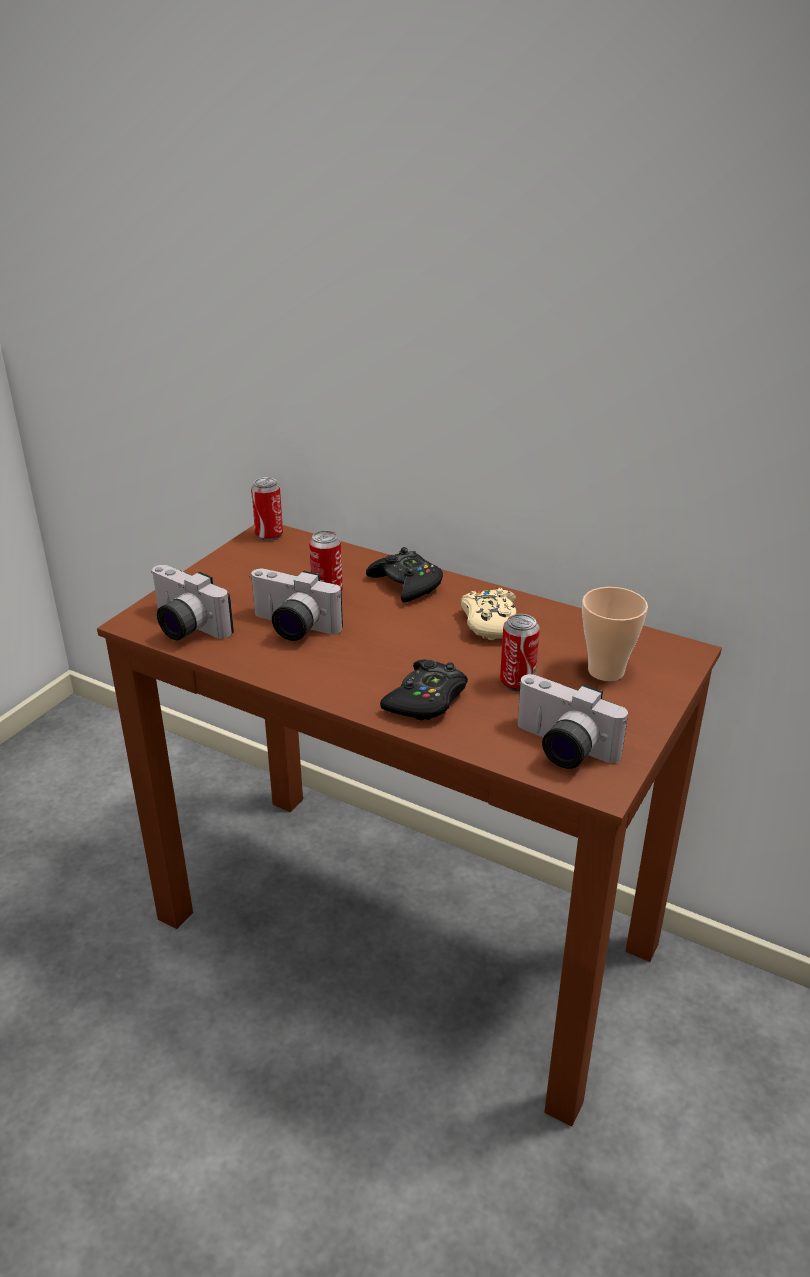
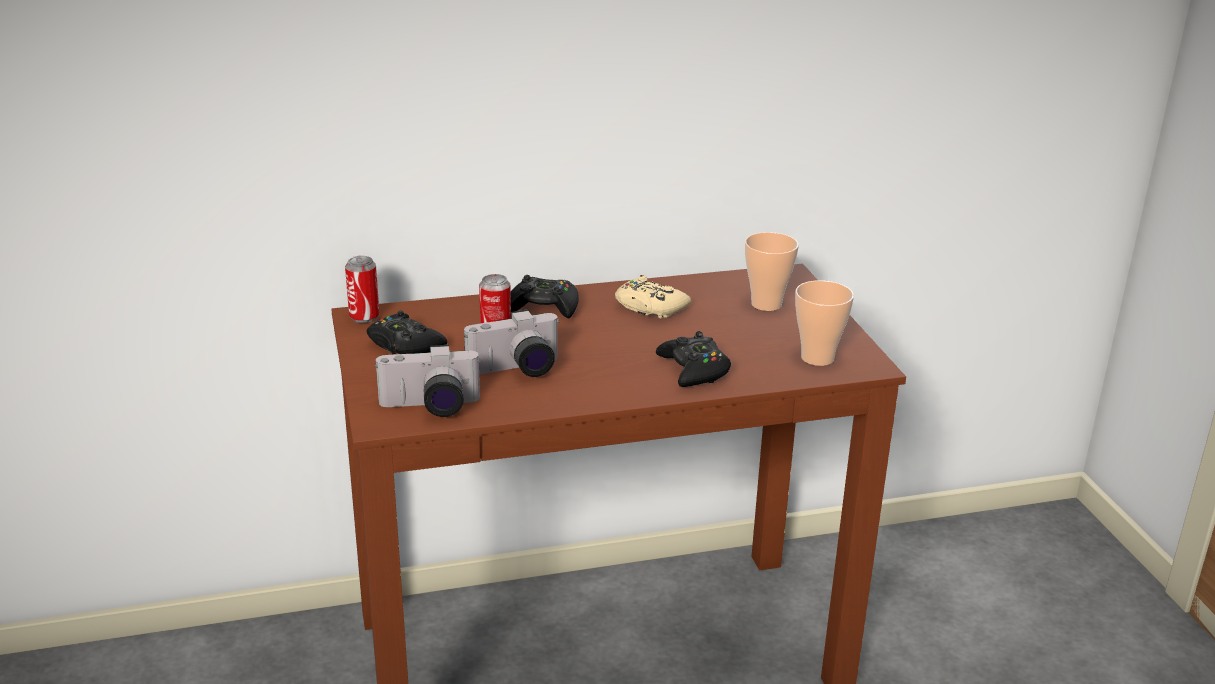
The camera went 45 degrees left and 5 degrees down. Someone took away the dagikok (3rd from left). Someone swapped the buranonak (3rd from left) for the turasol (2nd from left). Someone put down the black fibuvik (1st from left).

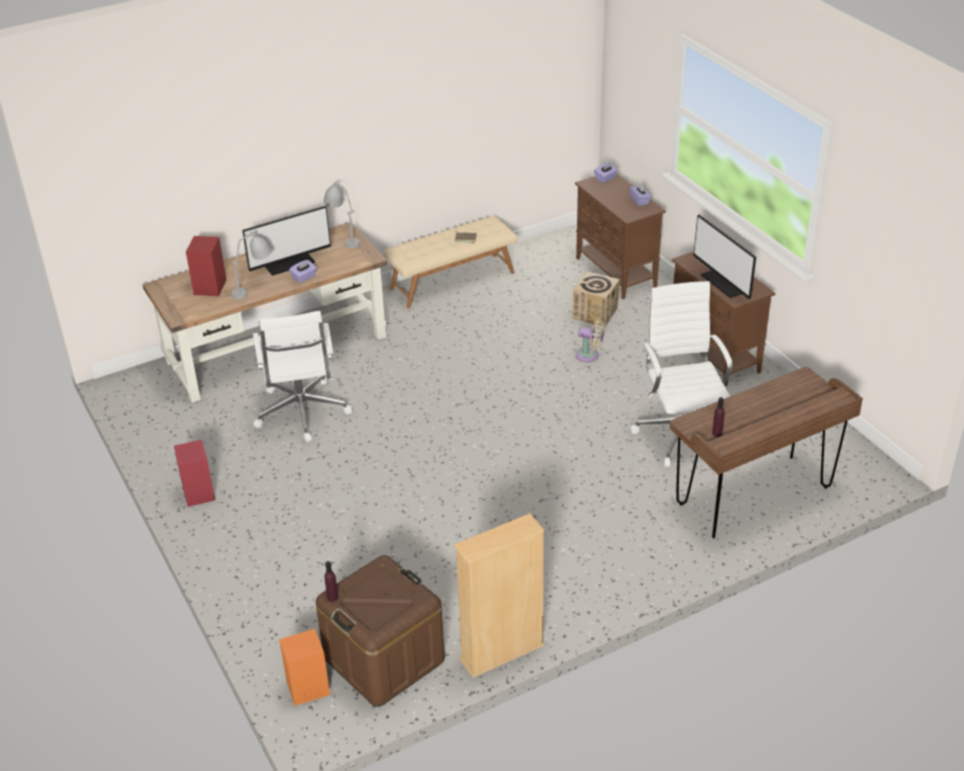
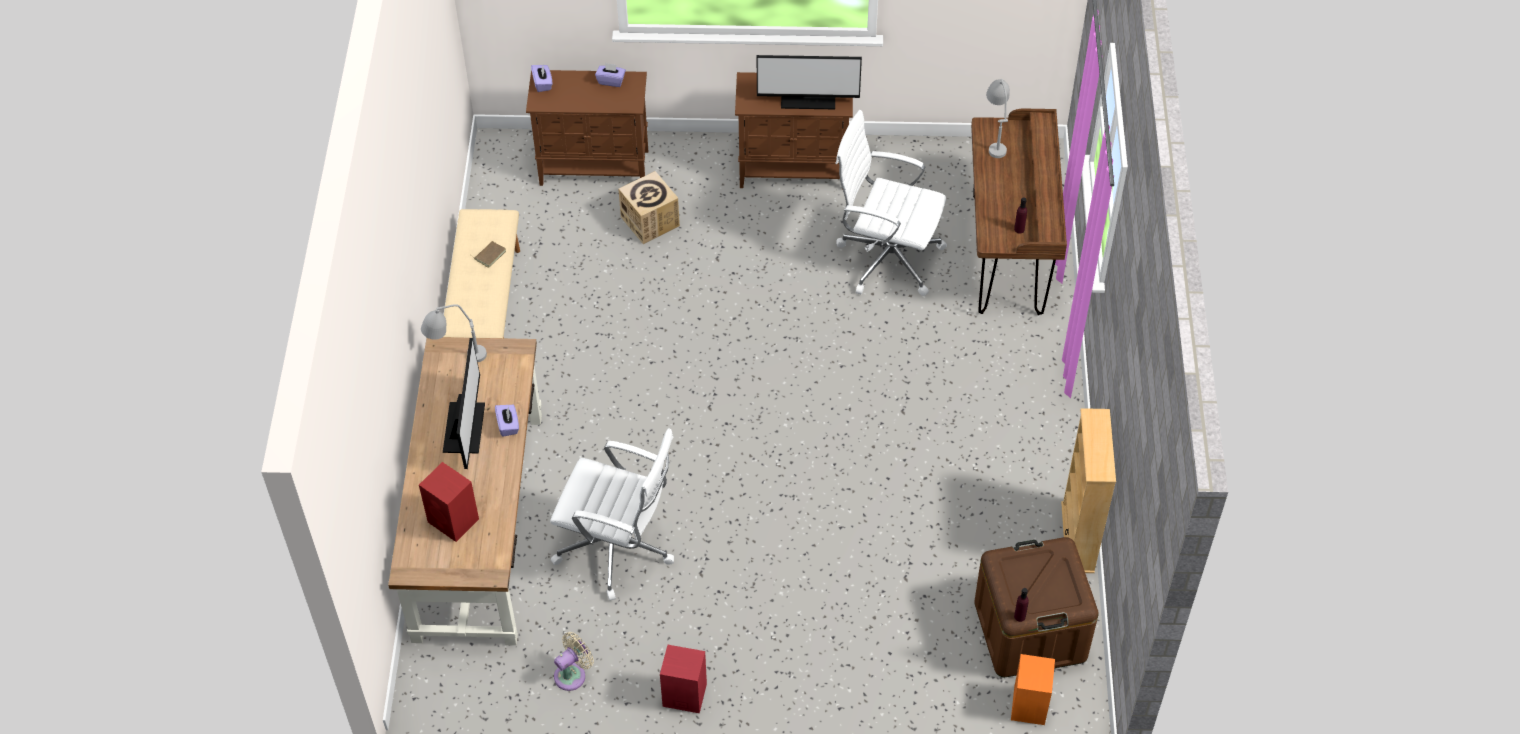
The camera went 60 degrees left and 15 degrees up. Someone carried the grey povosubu (1st from left in the first image). Someone carried the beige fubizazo.

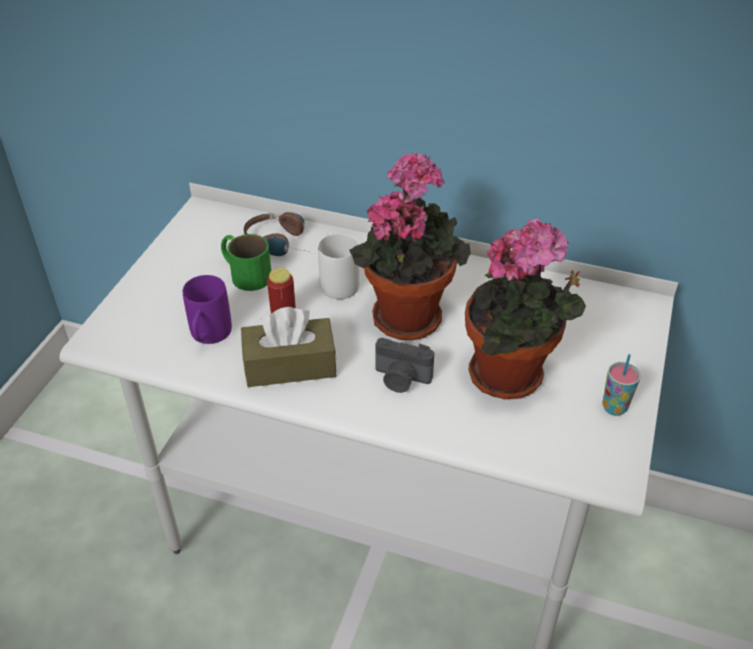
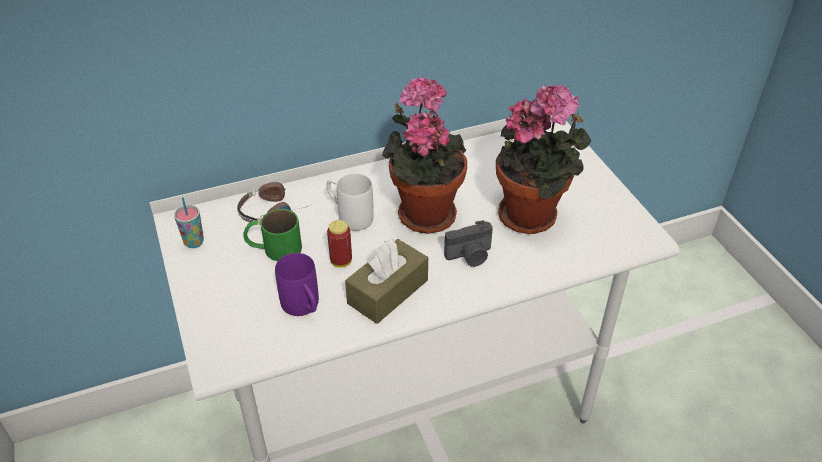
The camera went 40 degrees left and 0 degrees up. Someone carried the turasol.

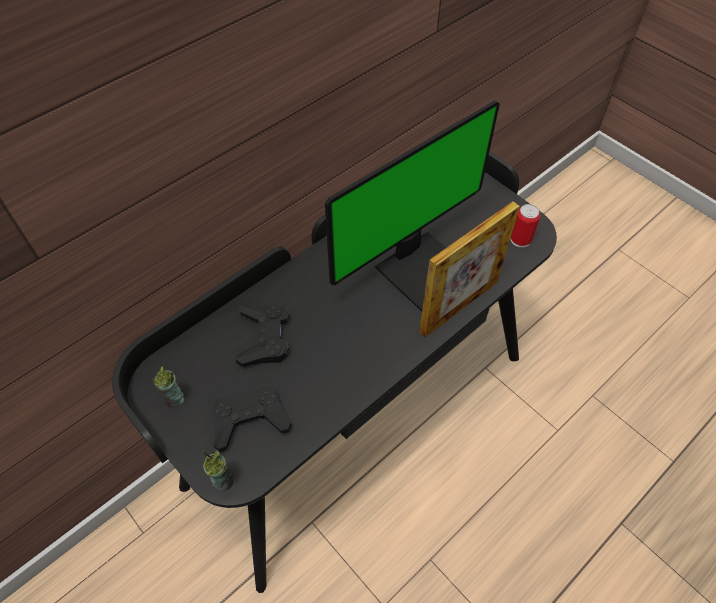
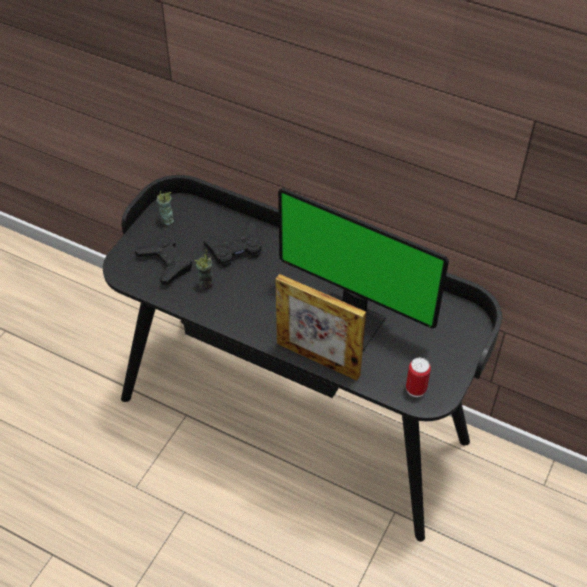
The camera went 70 degrees right and 5 degrees down. Someone carried the turasol (2nd from left).

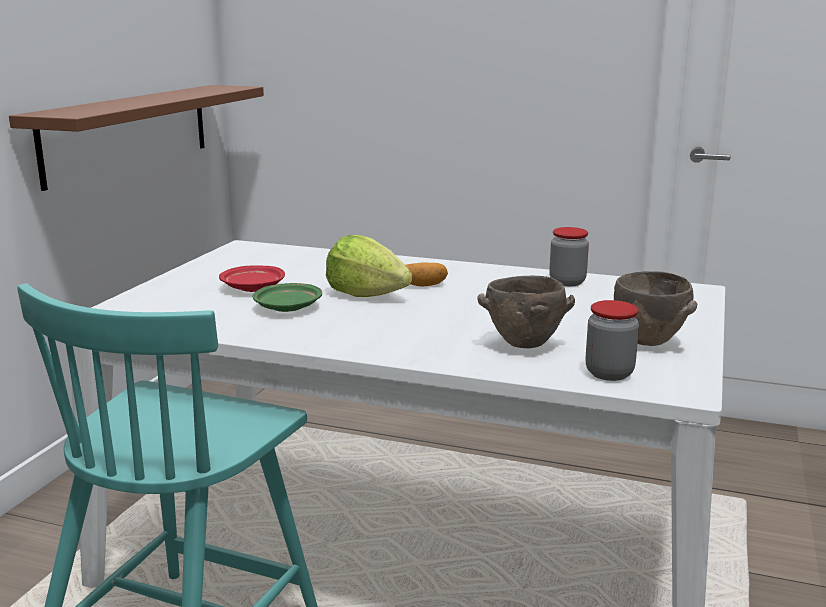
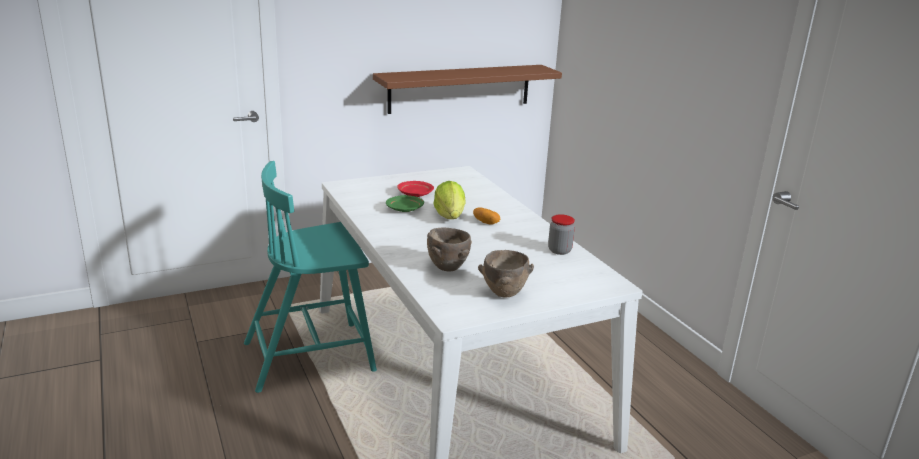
The camera went 45 degrees right and 5 degrees up. Someone took away the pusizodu (2nd from left).

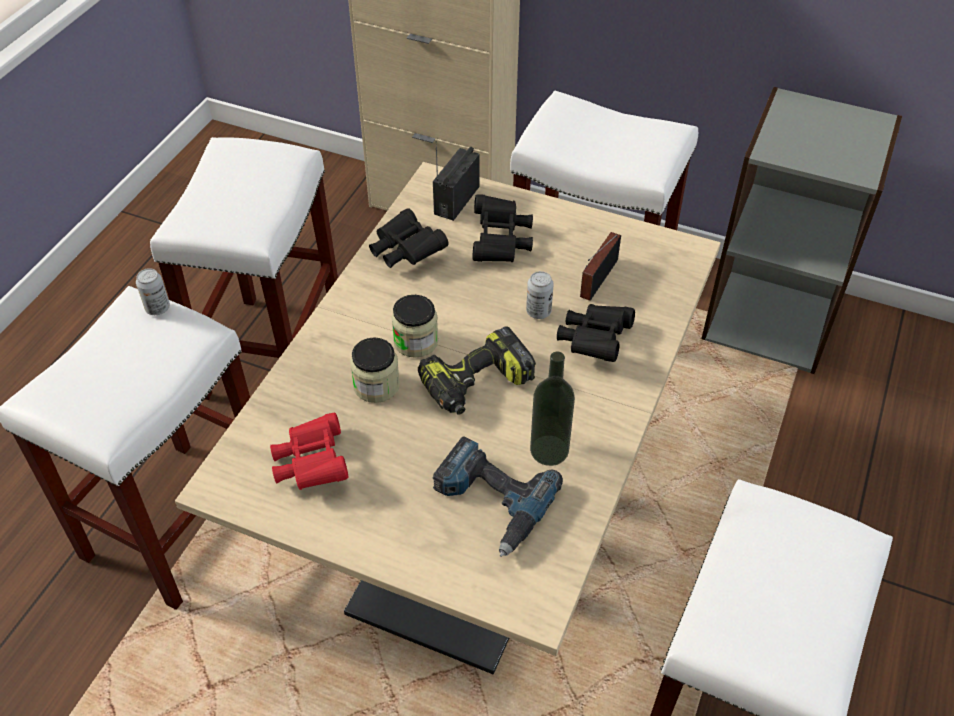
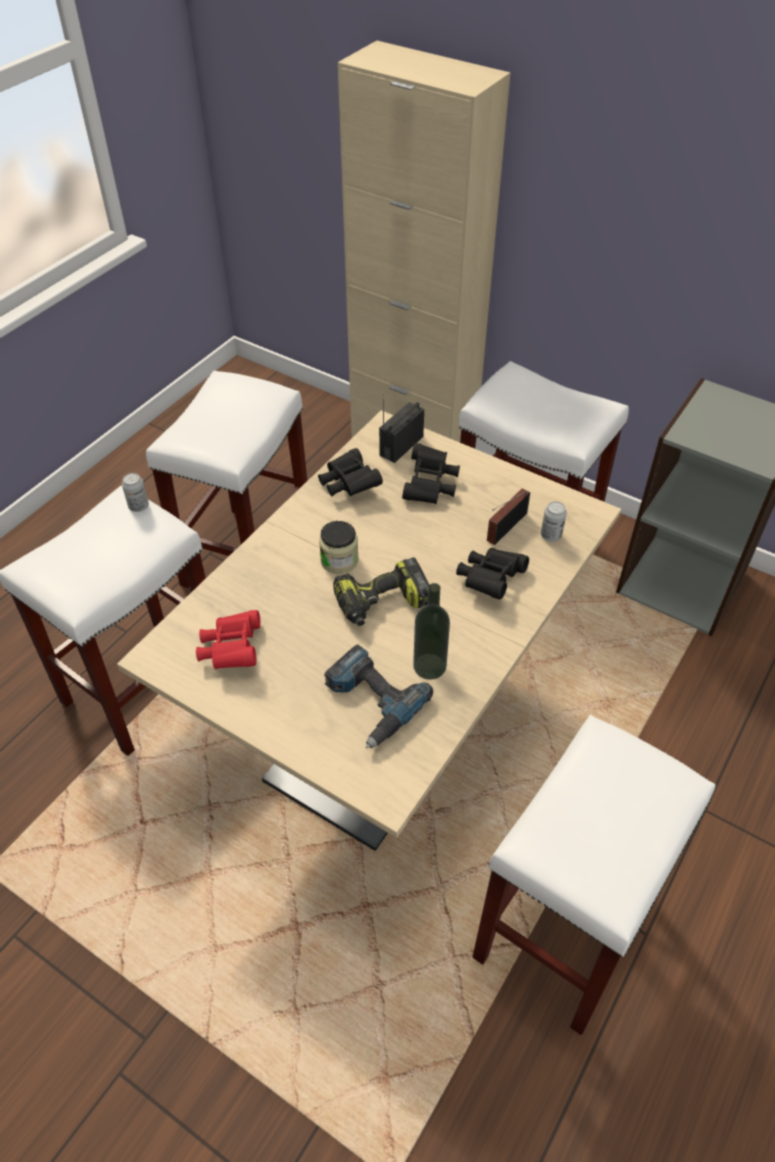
The camera went 10 degrees right and 0 degrees up. Someone carried the dagikok (2nd from left). Someone took away the pusizodu (1st from left).

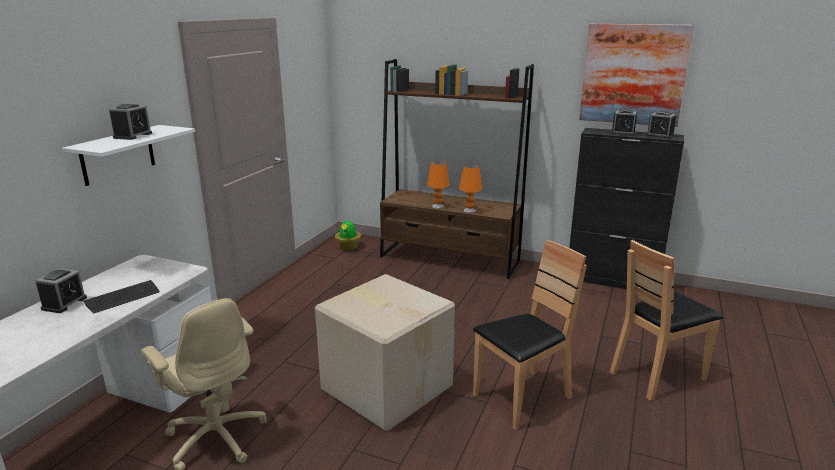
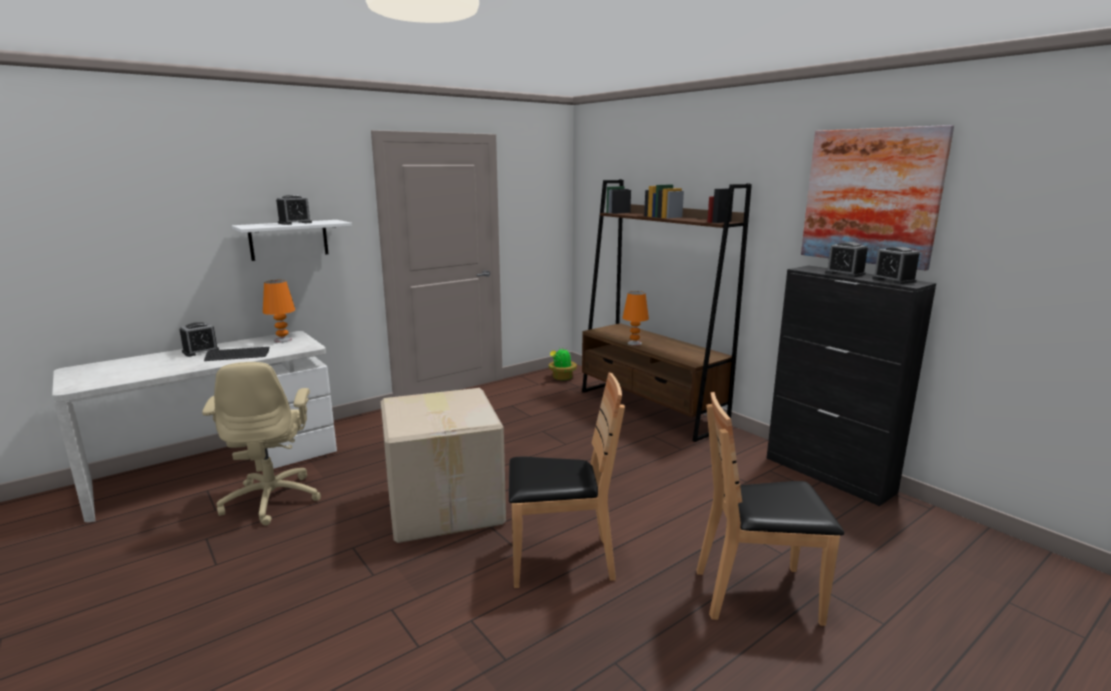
The camera went 30 degrees right and 5 degrees down. Someone carried the orange povosubu (2nd from left in the first image).

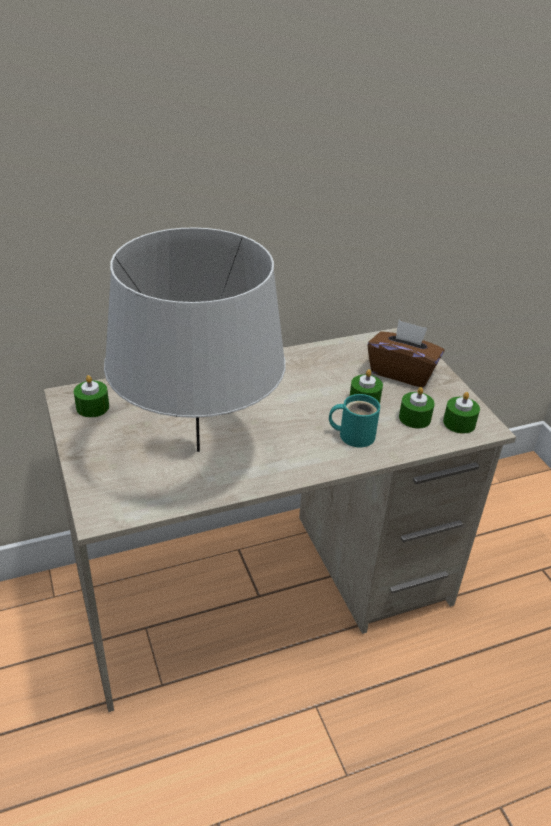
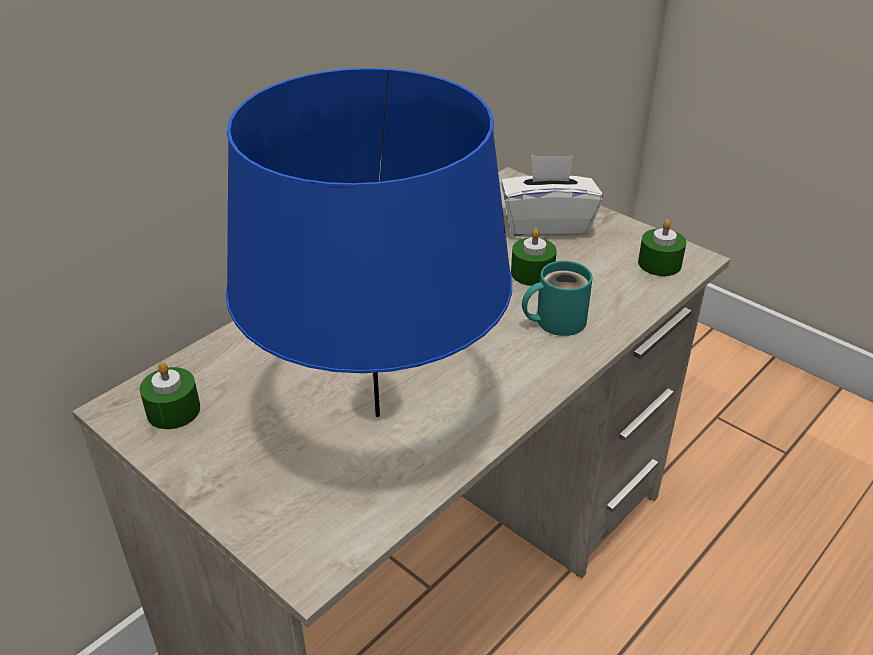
The camera went 25 degrees left and 0 degrees up. Someone repainted the grey povosubu, which became the blue povosubu. Someone repainted the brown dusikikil, which became the white dusikikil. Someone took away the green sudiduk (3rd from left).

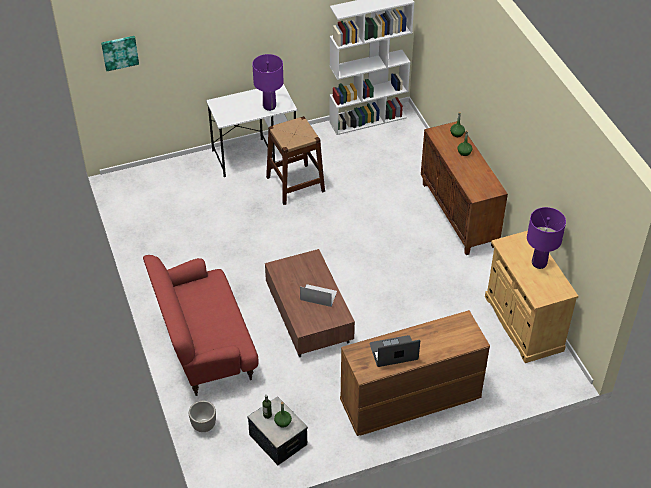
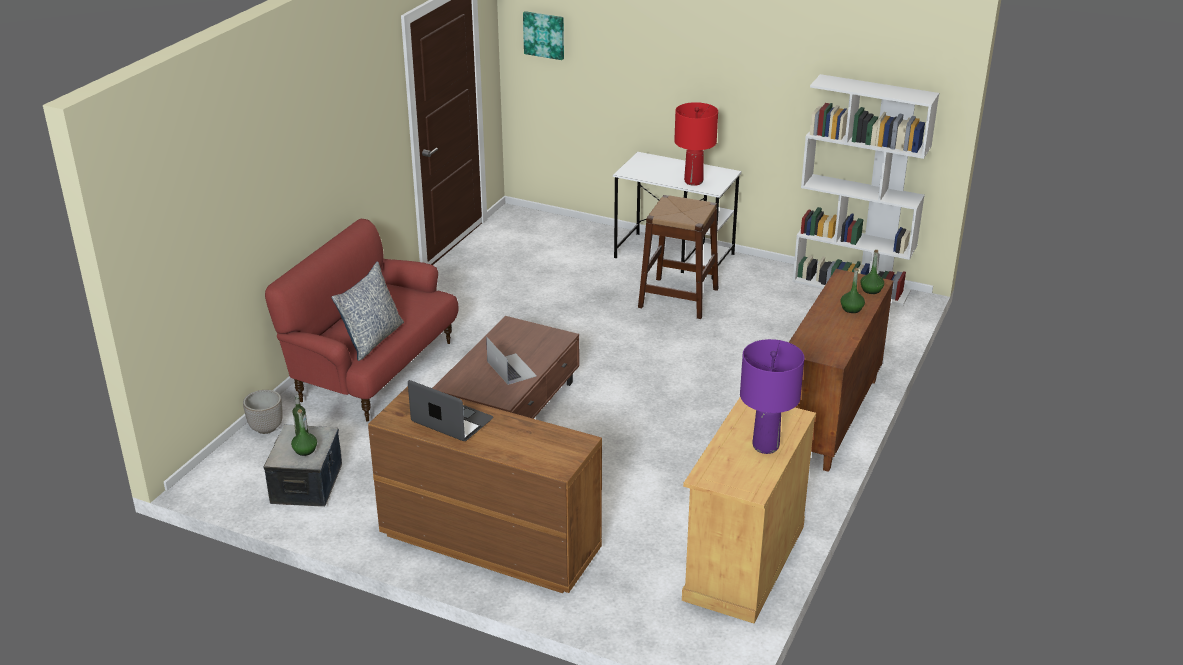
The camera went 45 degrees right and 15 degrees down. Someone repainted the purple povosubu (1st from left), which became the red povosubu. Someone put down the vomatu.

